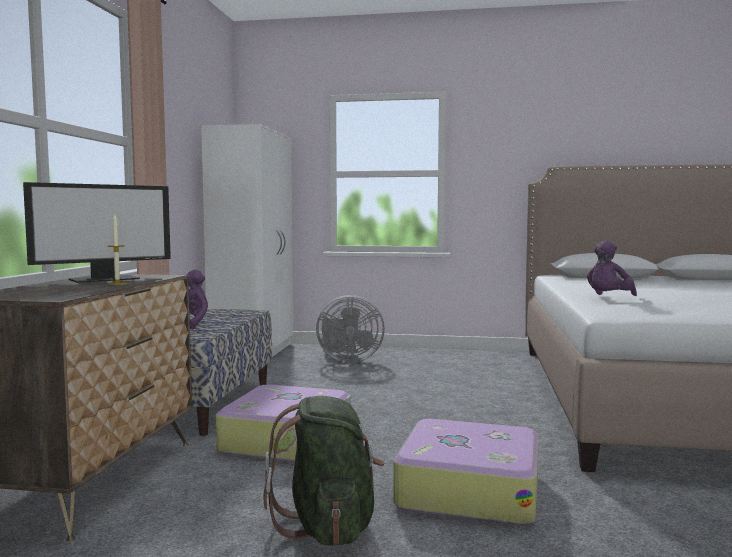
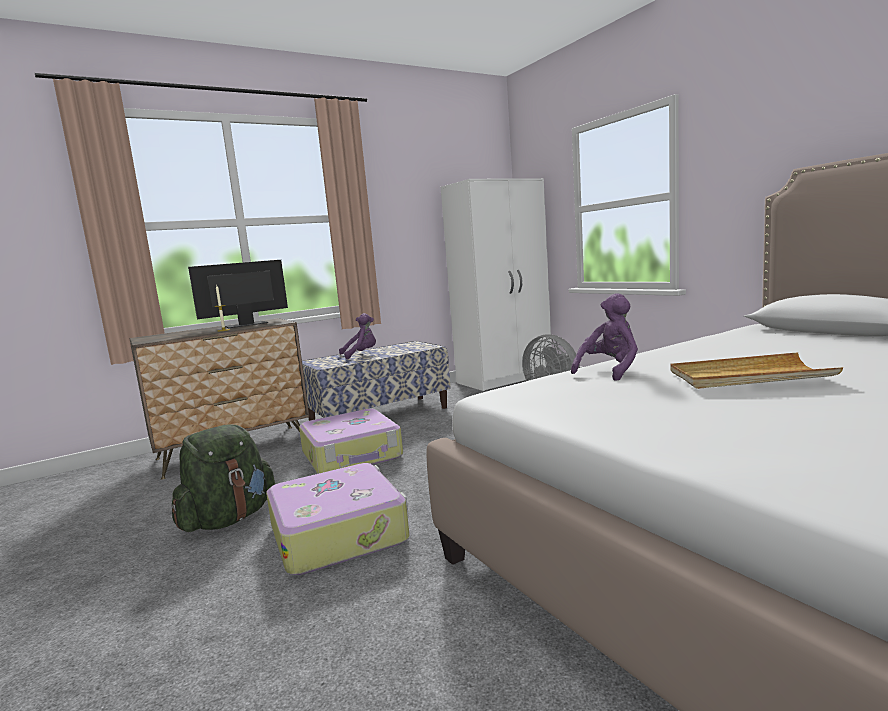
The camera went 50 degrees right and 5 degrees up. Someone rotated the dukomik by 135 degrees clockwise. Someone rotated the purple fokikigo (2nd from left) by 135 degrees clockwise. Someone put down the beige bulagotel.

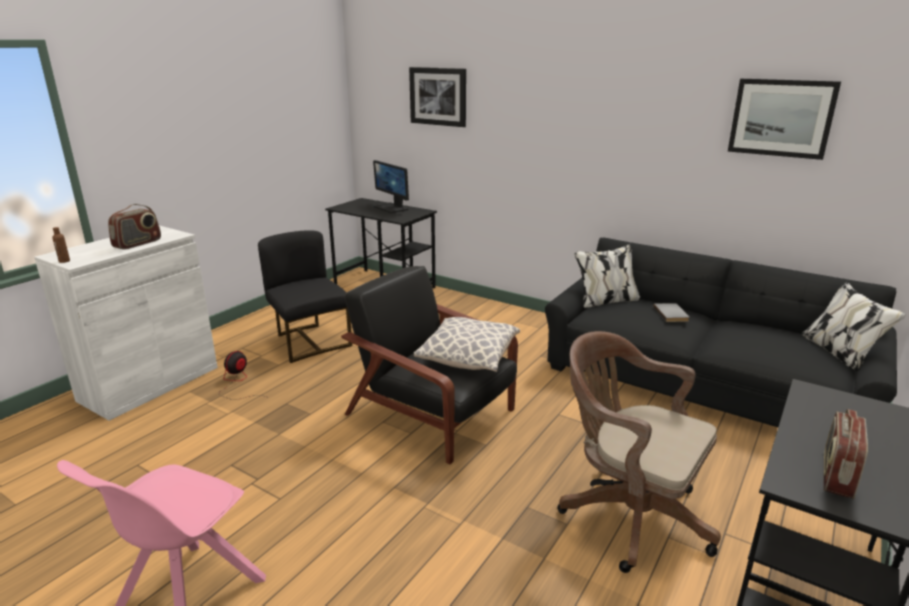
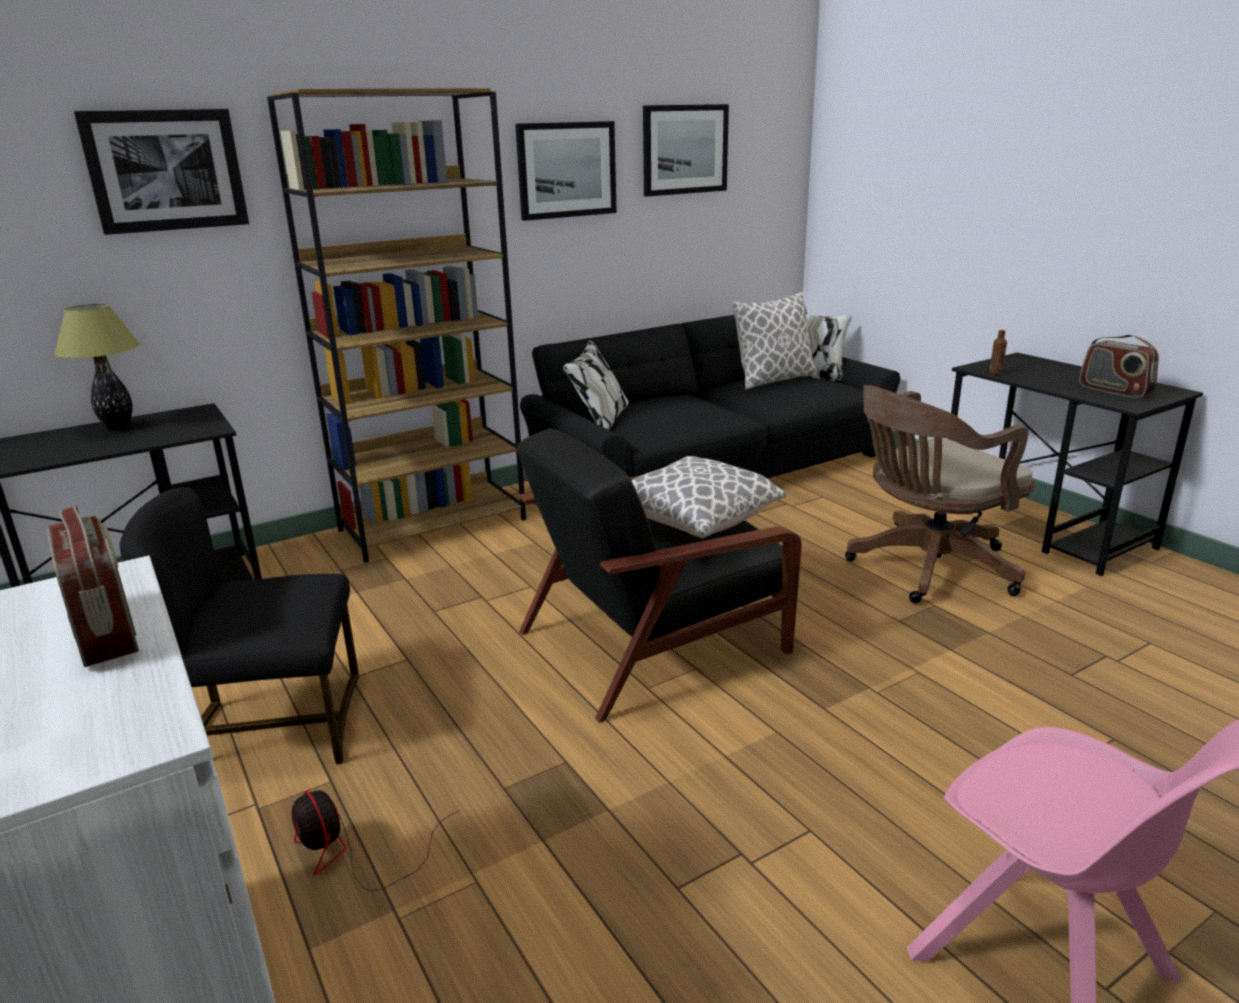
The camera went 65 degrees left and 0 degrees up. Someone swapped the dukomik for the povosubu. Someone carried the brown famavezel. Someone took away the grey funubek. Someone put down the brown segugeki. Someone put up the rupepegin (2nd from left). Someone put down the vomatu (2nd from left).

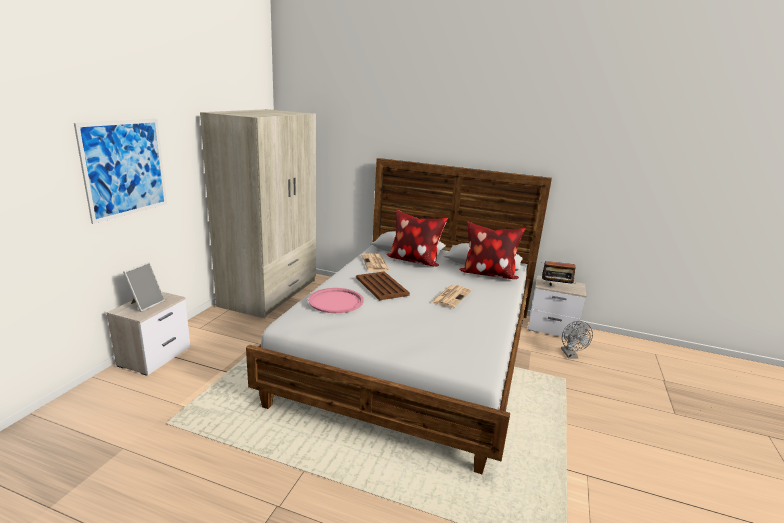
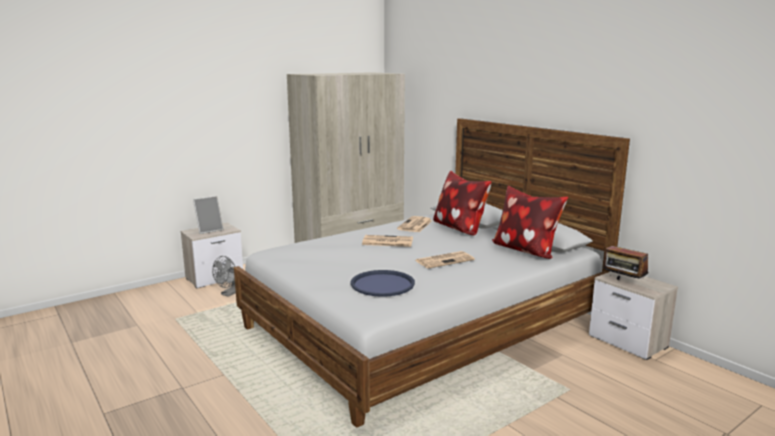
The camera went 35 degrees right and 5 degrees down. Someone took away the rupepegin. Someone swapped the brown bulagotel for the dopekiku (1st from left). Someone took away the pink bulagotel. Someone carried the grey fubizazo. Someone put down the blue bulagotel.

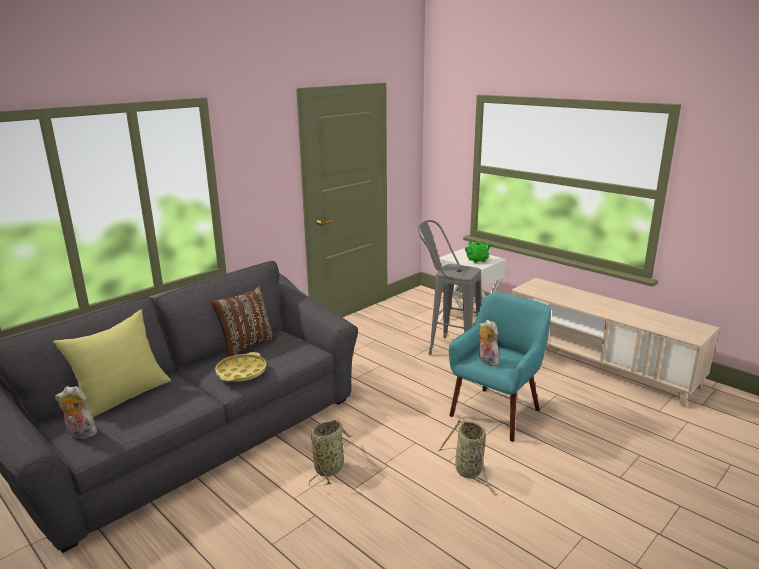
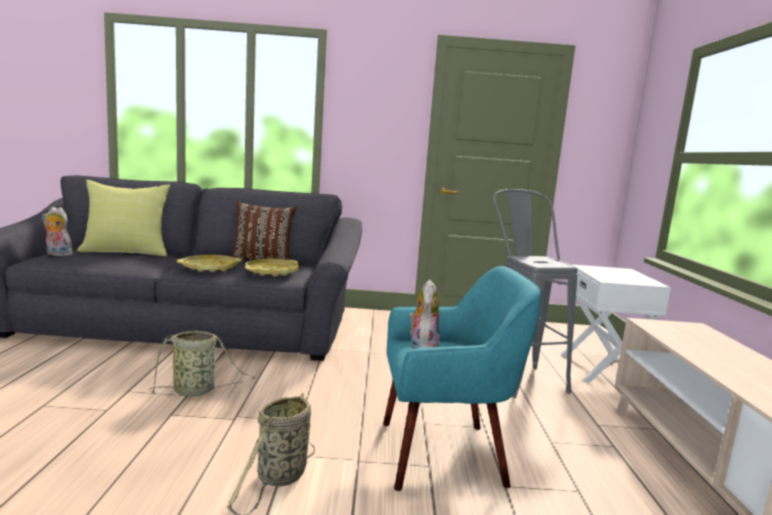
The camera went 45 degrees right and 10 degrees down. Someone took away the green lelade. Someone rotated the fokikigo (1st from left) by 45 degrees counterclockwise. Someone put down the yellow bulagotel (2nd from left).

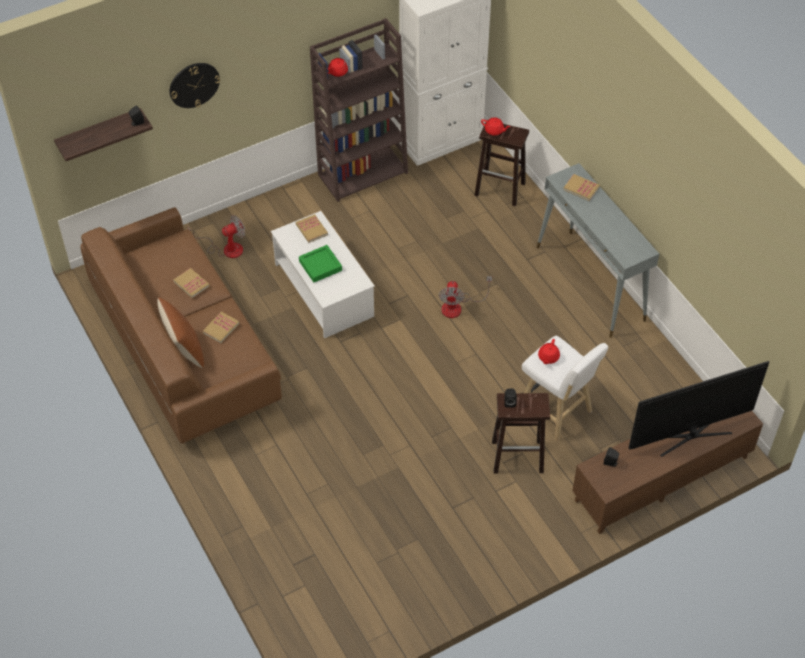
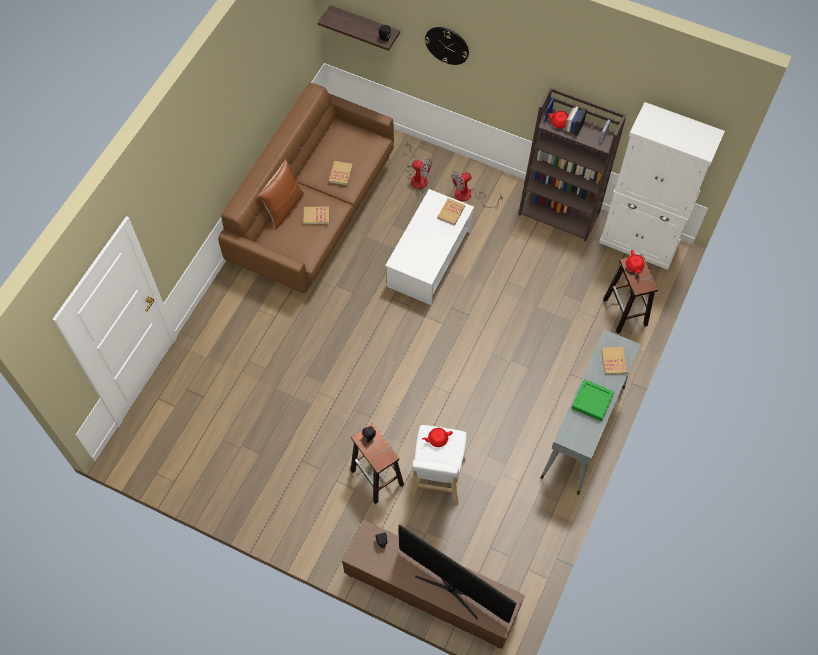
The camera went 55 degrees right and 10 degrees up. Someone carried the green bulagotel. Someone carried the fubizazo (2nd from left).

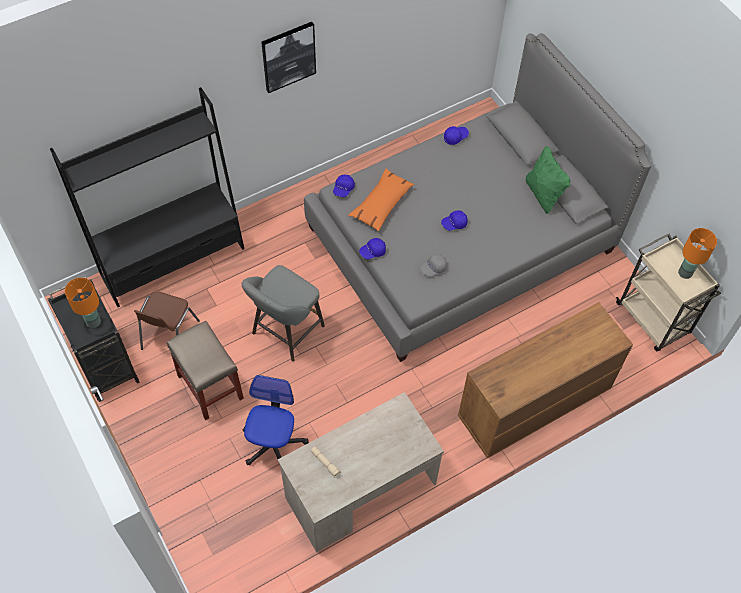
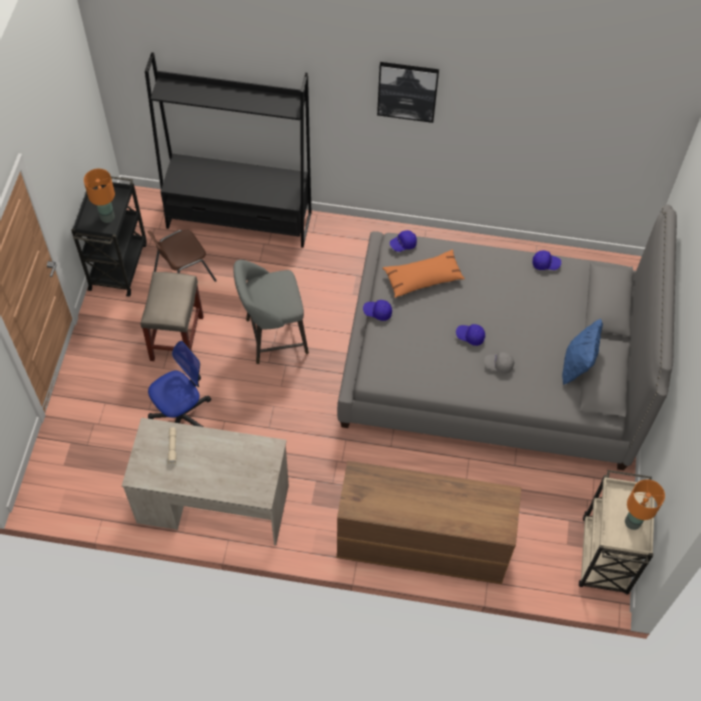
The camera went 40 degrees right and 0 degrees up. Someone repainted the green vomatu, which became the blue vomatu. Someone carried the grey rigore.

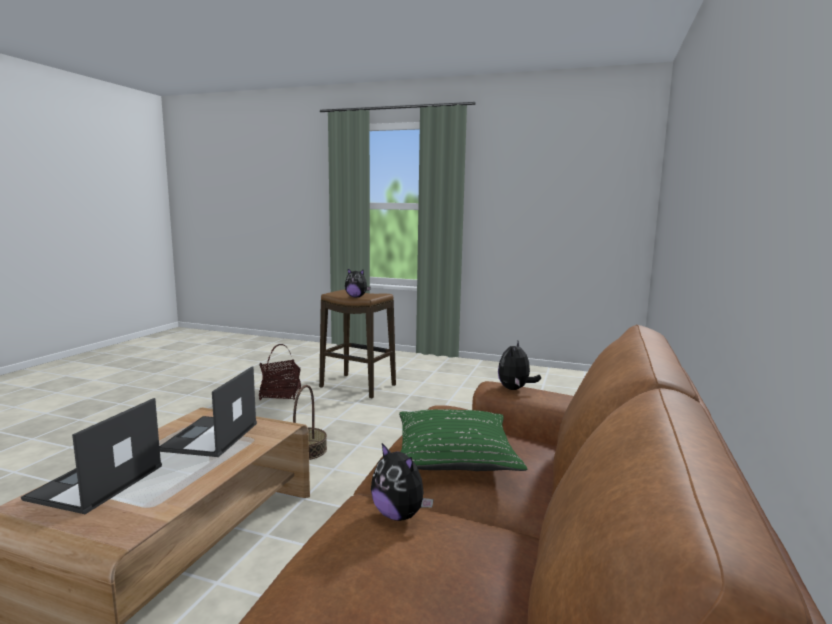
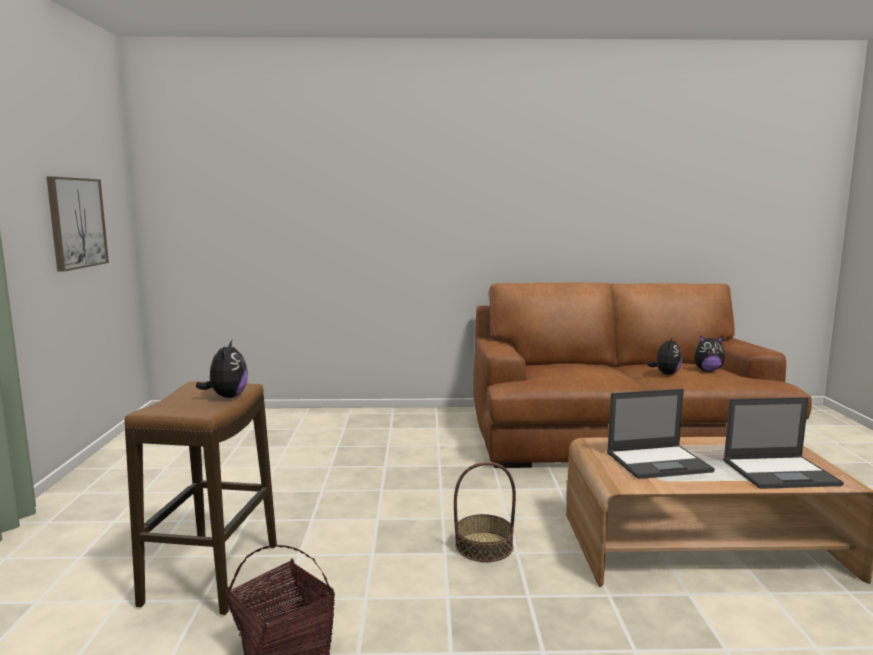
The camera went 110 degrees left and 0 degrees up. Someone carried the fokikigo (3rd from left). Someone took away the green vomatu. Someone put up the rupepegin.

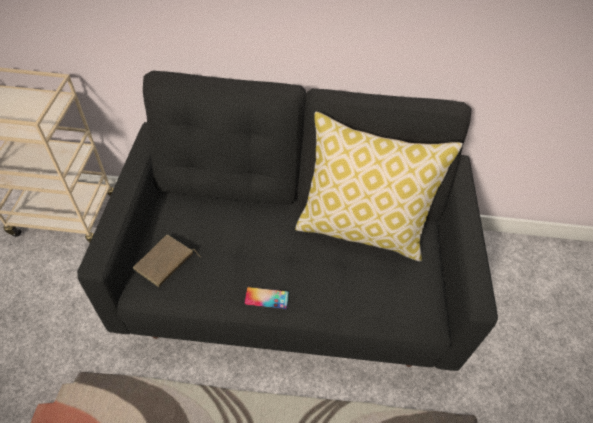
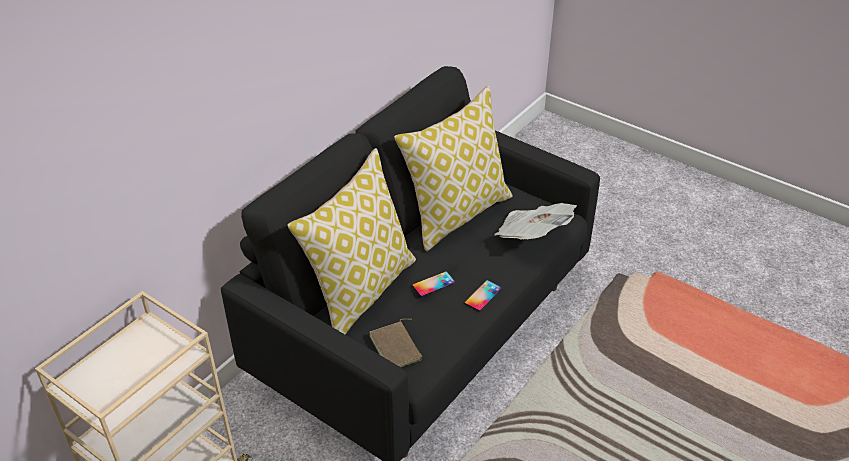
The camera went 55 degrees left and 10 degrees down. Someone put down the vomatu (1st from left). Someone put down the dopekiku. Someone put down the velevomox (1st from left).

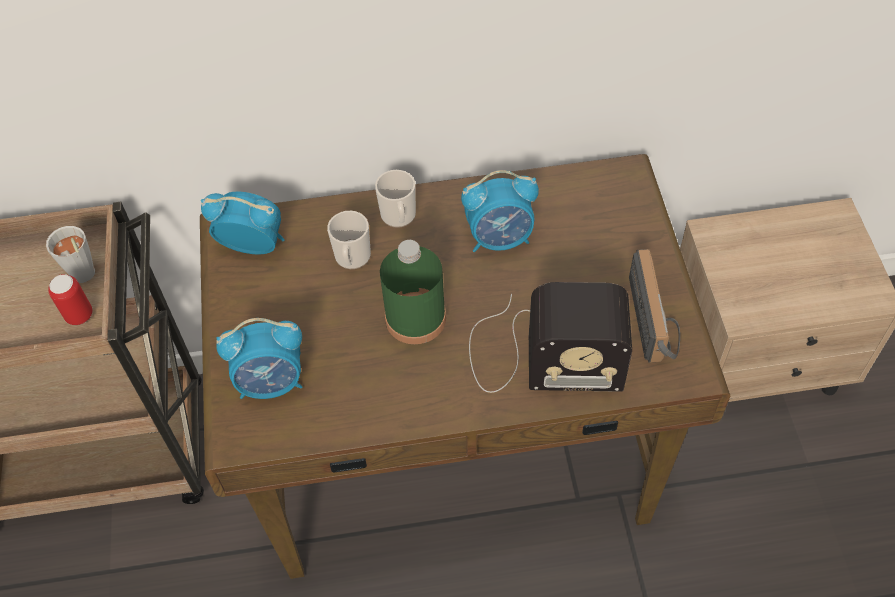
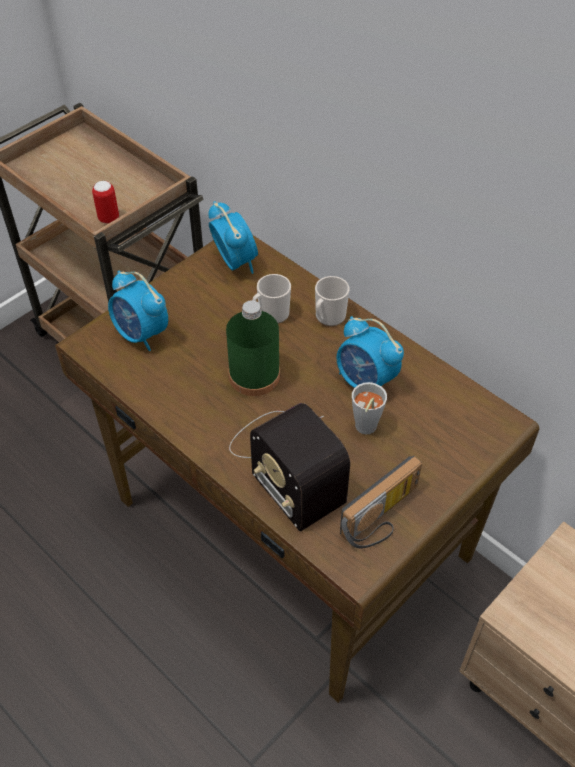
The camera went 50 degrees right and 5 degrees down. Someone carried the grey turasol.

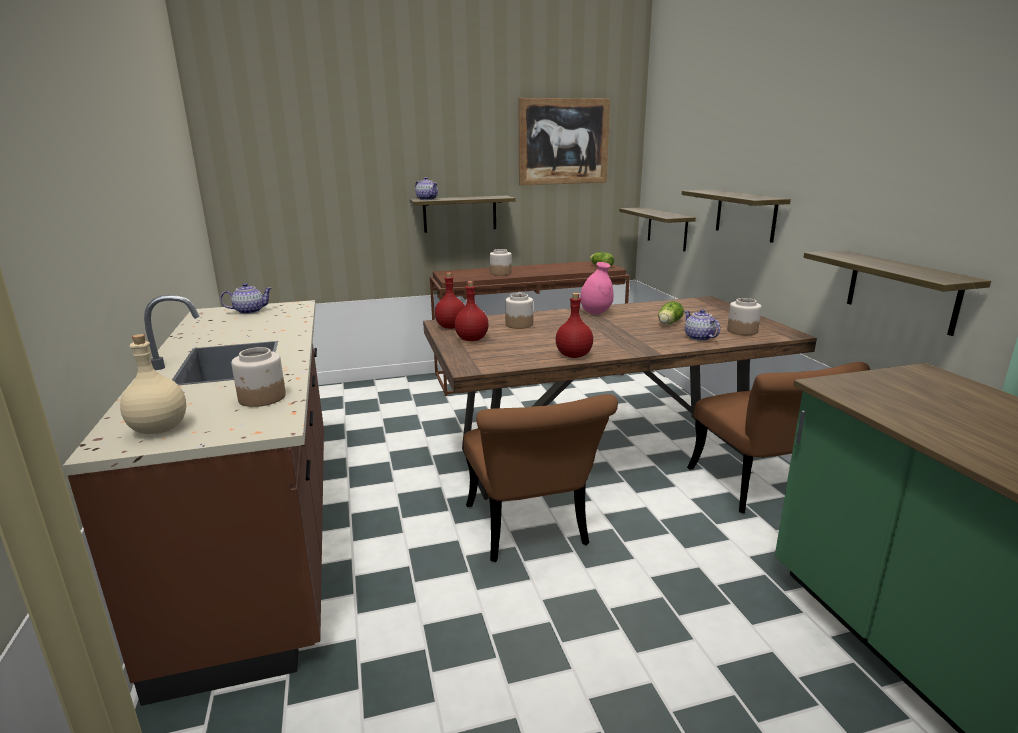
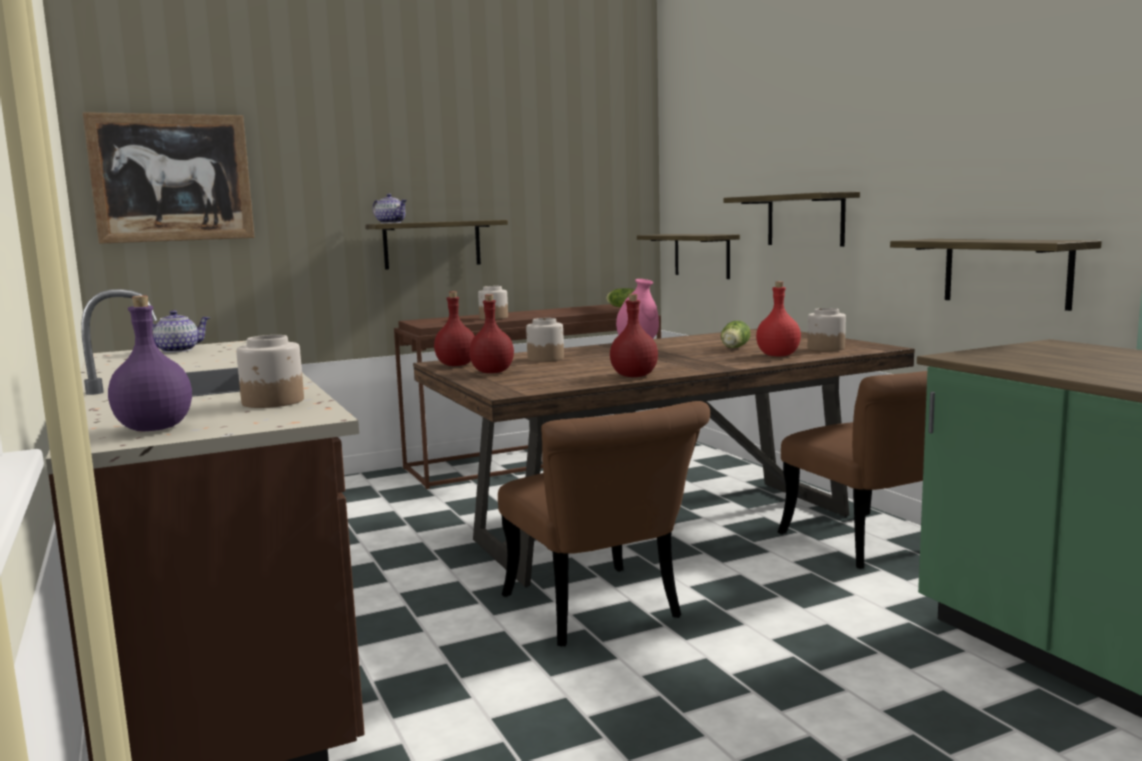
The camera went 10 degrees left and 10 degrees down. Someone carried the rupepegin. Someone swapped the lelade (3rd from left) for the red famavezel (4th from left). Someone repainted the beige famavezel, which became the purple famavezel.

